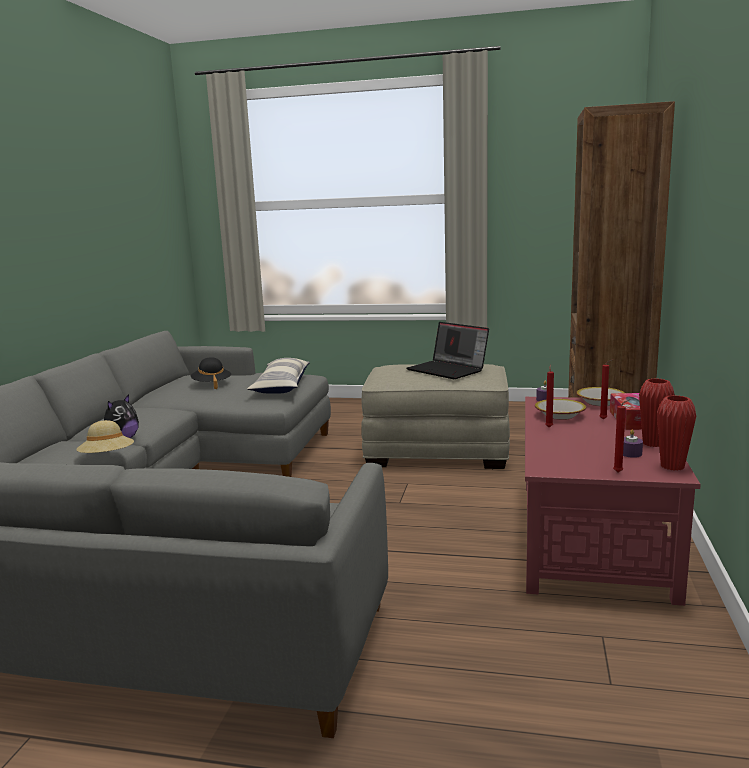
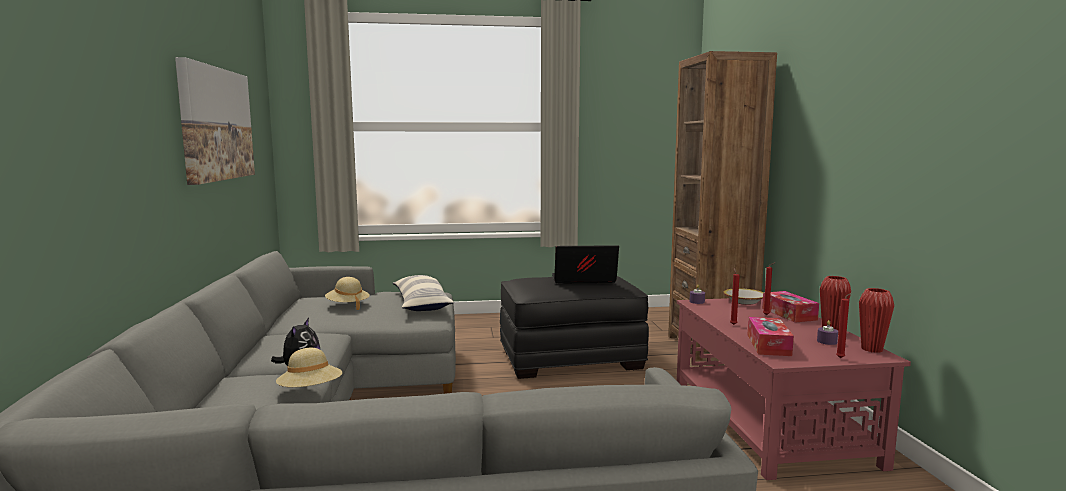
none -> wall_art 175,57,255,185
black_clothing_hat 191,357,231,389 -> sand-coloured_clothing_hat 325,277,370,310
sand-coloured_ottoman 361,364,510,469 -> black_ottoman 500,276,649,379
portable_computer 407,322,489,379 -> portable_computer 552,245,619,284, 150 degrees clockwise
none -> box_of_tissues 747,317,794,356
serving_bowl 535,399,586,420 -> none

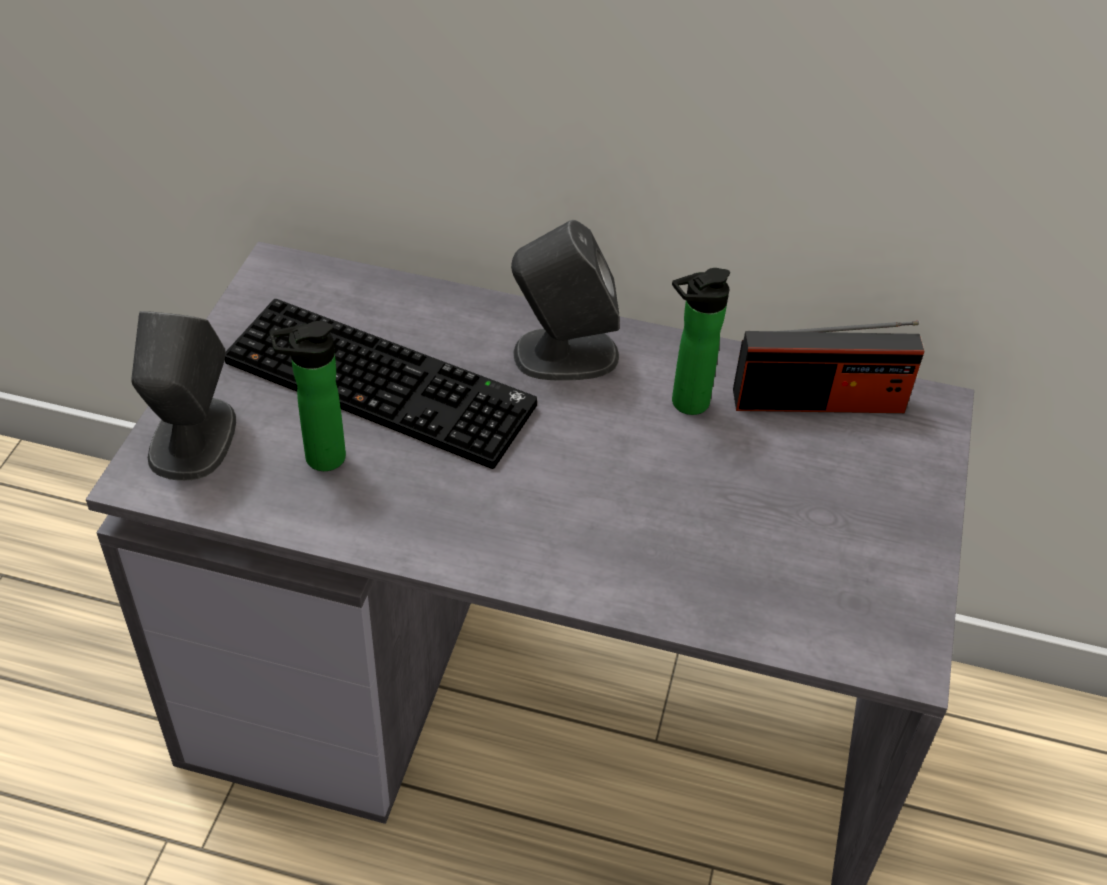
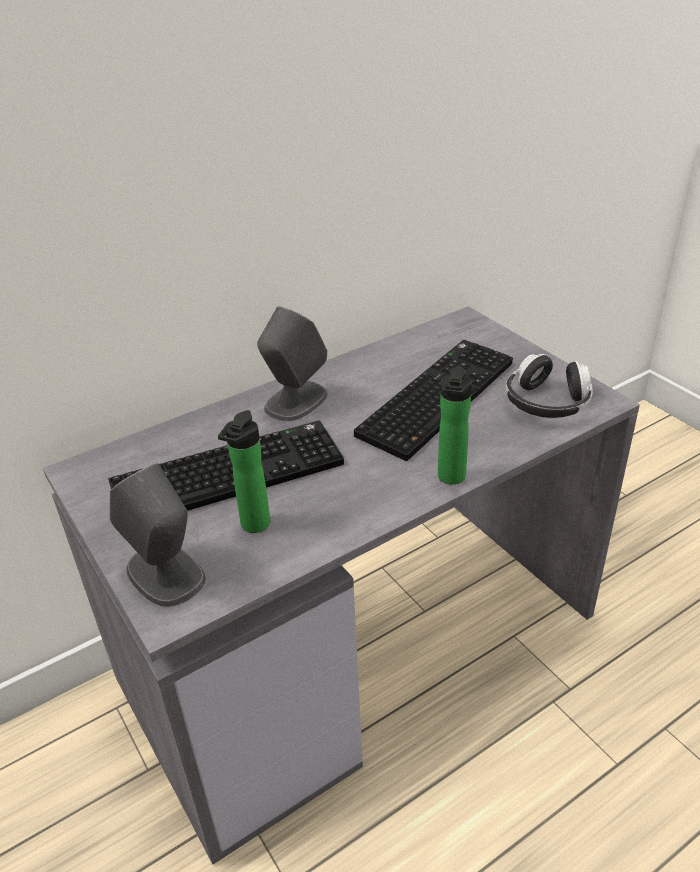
none -> computer_keyboard 354,340,513,461
bottle 672,268,730,415 -> bottle 438,365,472,484, relocated
none -> headphones 506,354,593,418
radio 733,321,924,413 -> none

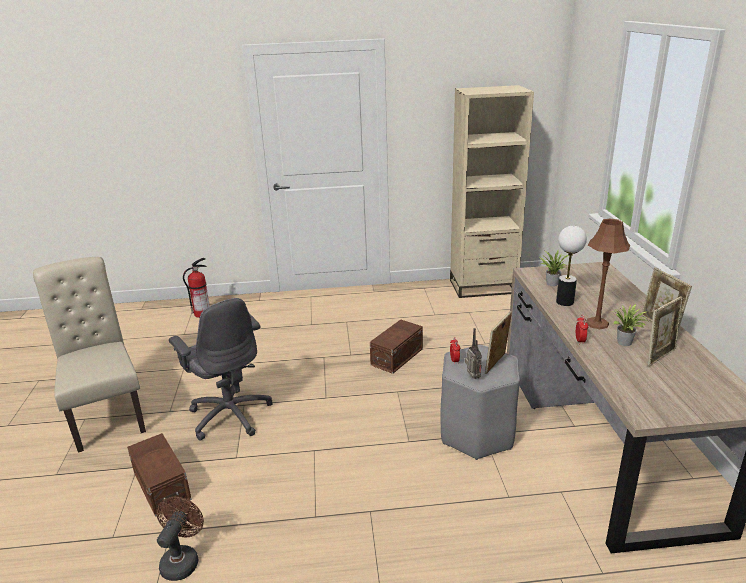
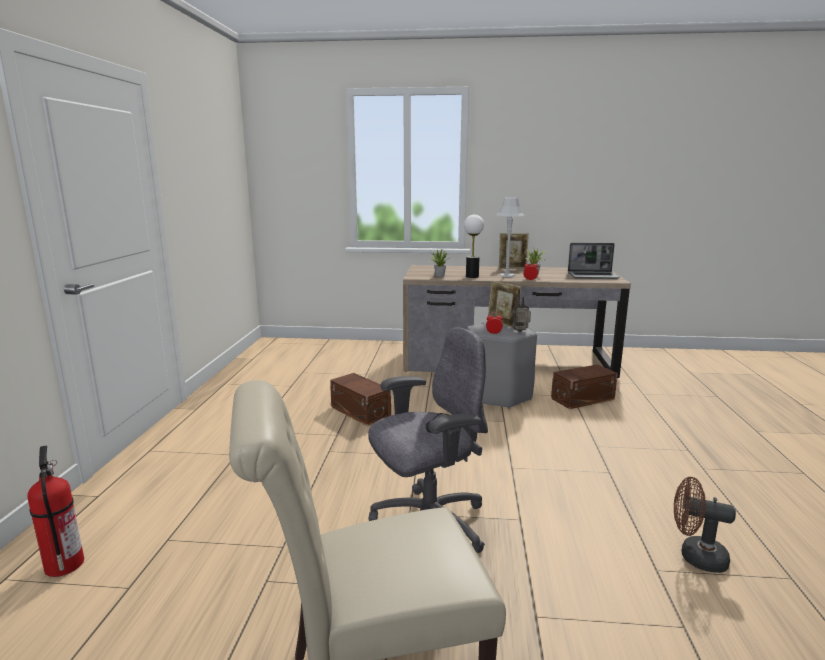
brownish_table_lamp 586,218,630,329 -> greyish_table_lamp 497,198,524,277
brownish_storage_box 127,433,192,517 -> brownish_storage_box 551,364,618,409, relocated
none -> portable_computer 568,243,620,279
sand-coloured_bookshelf 450,85,534,298 -> none
standing_frame 648,296,682,366 -> none

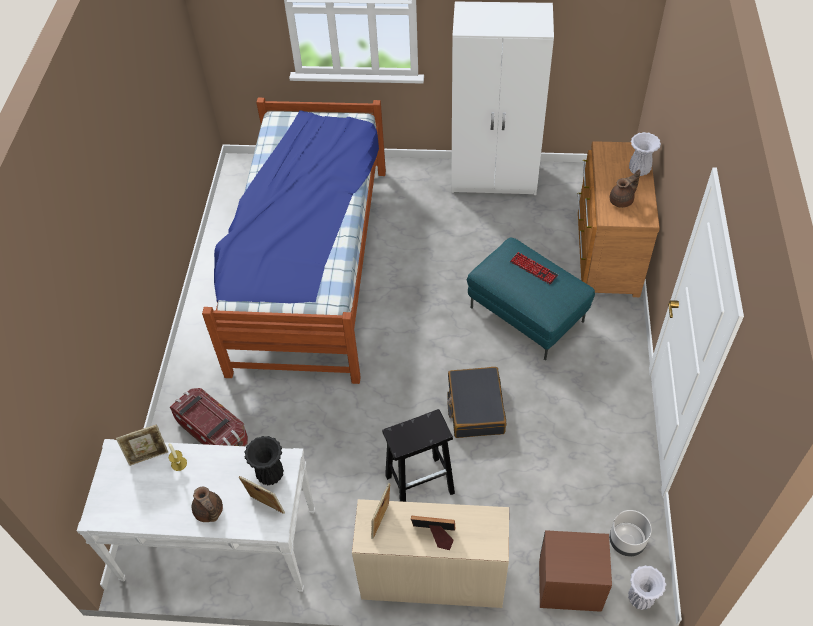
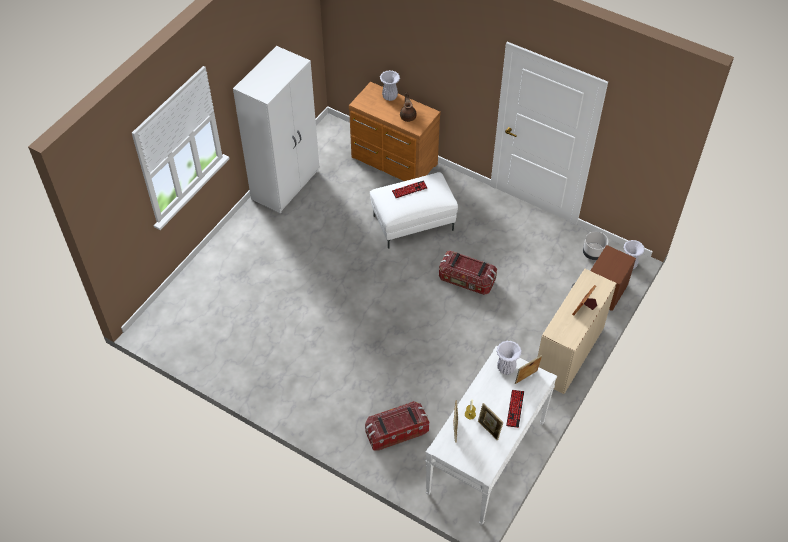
turquoise-coloured_ottoman 467,237,595,360 -> white-coloured_ottoman 370,172,458,249
black_suitcase 447,367,506,438 -> storage_box 439,251,497,295
standing_frame 371,483,390,539 -> standing_frame 478,403,503,441, relocated
black_vase 245,436,284,485 -> white-coloured_vase 496,341,522,375
brownish_tea_pot 192,486,223,522 -> computer_keyboard 506,390,524,428
bed 202,98,386,384 -> none
black_sitting_stool 382,409,455,502 -> none

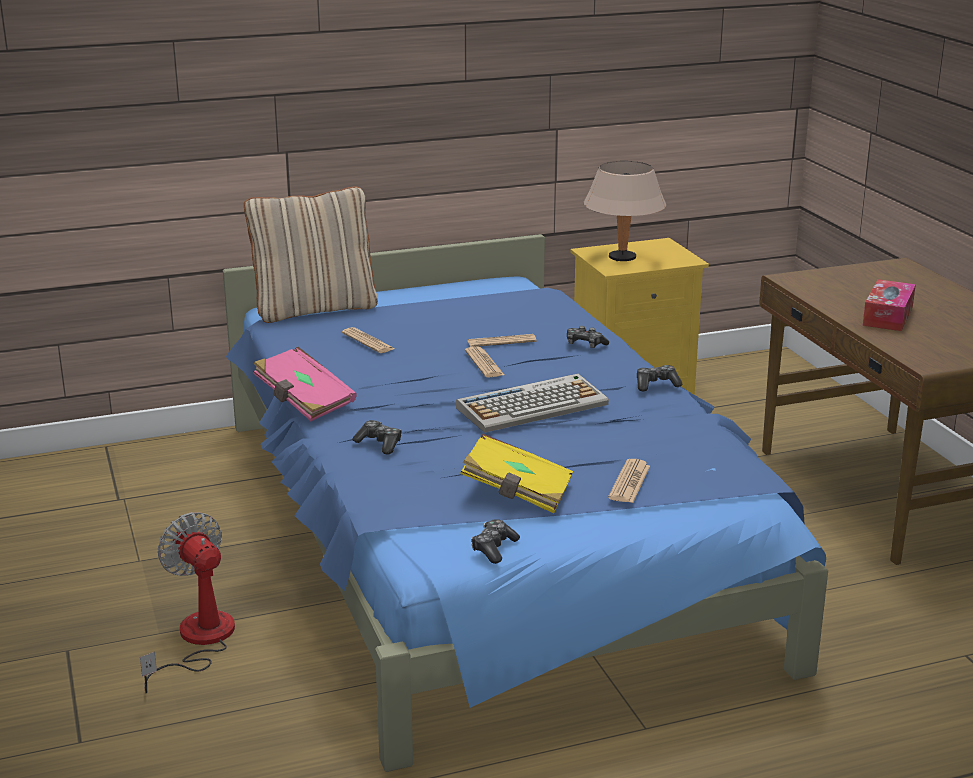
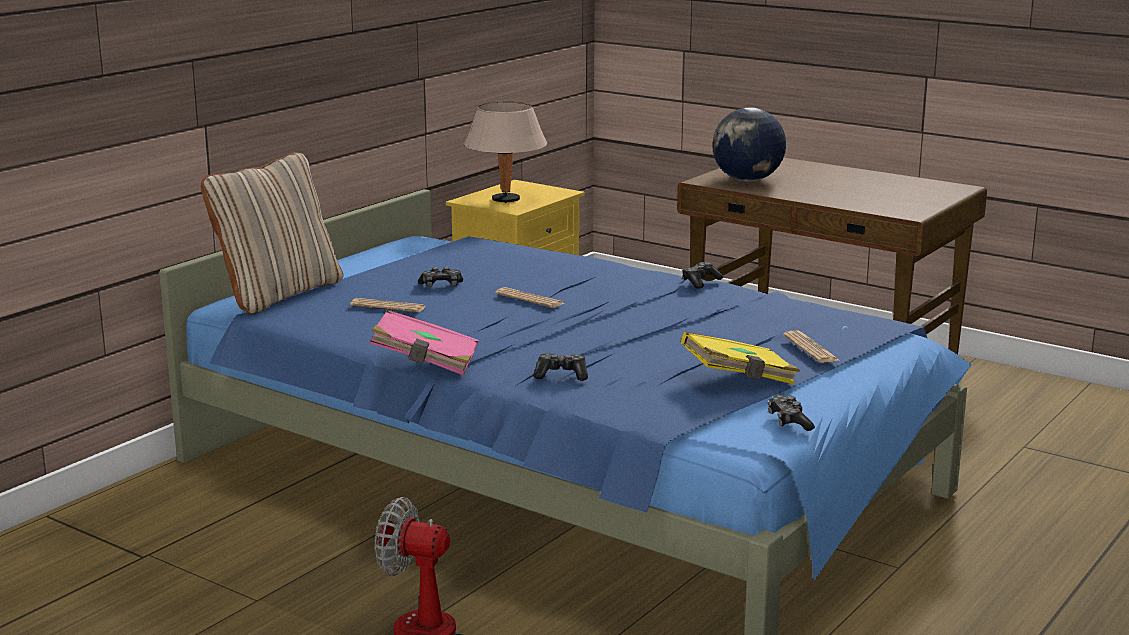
game_controller 567,326,609,348 -> game_controller 418,266,463,287, relocated
none -> desk_globe 712,108,786,181
computer_keyboard 456,373,609,433 -> none
printed_paper 468,334,536,347 -> none
box_of_tissues 863,279,916,331 -> none

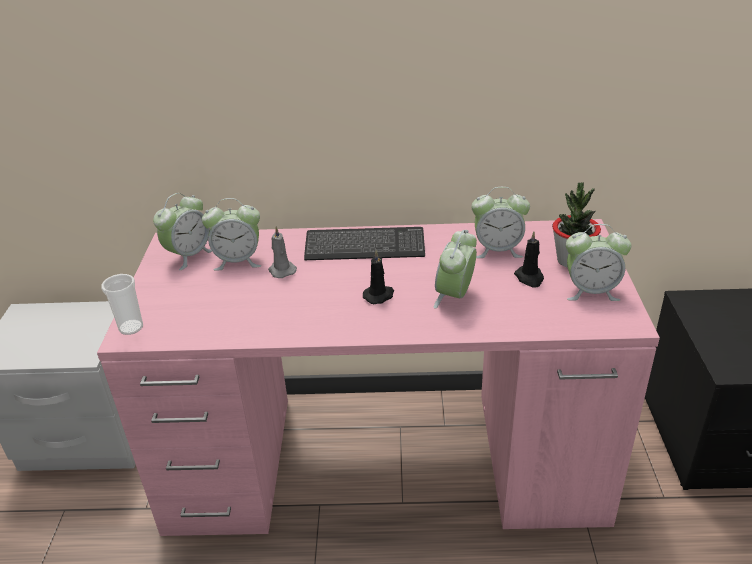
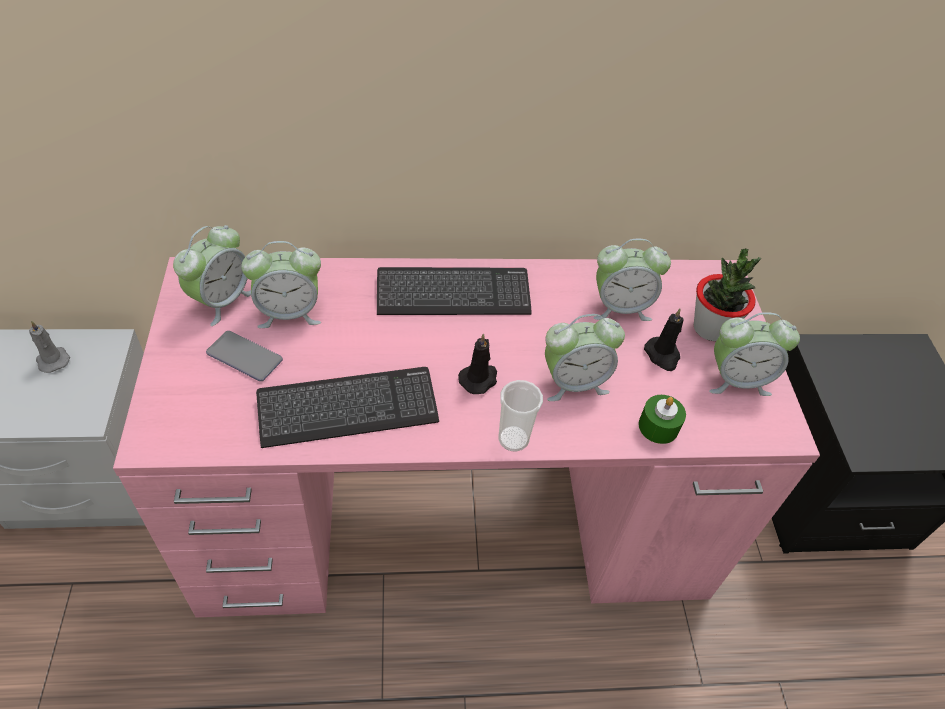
greyish_wax_candle 268,226,297,278 -> greyish_wax_candle 29,320,70,373, relocated
none -> telephone 206,331,283,381
none -> computer_keyboard 256,367,439,448
drinking_cup 101,274,143,335 -> drinking_cup 498,380,543,452, relocated
table_clock 433,230,477,309 -> table_clock 545,314,625,401, 120 degrees counterclockwise
none -> green_wax_candle 638,395,686,444

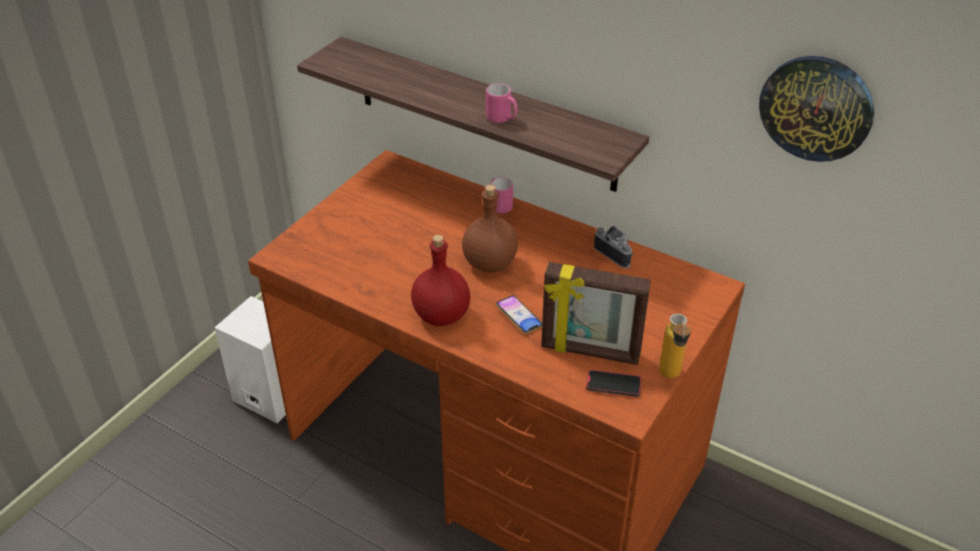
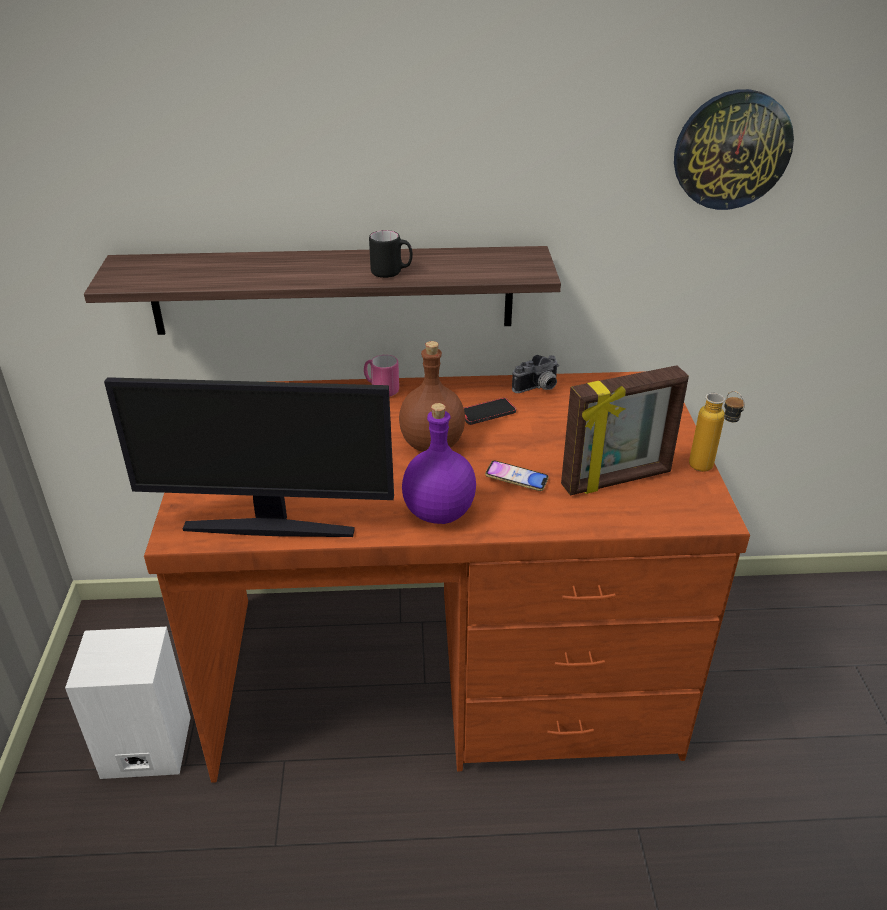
none -> computer_screen 104,377,394,537
pink_mug 486,83,518,123 -> black_mug 369,230,413,278
reddish_bottle 411,235,471,326 -> purple_bottle 402,403,476,524
telephone 586,370,642,397 -> telephone 464,398,516,425, relocated
photo_camera 594,226,633,268 -> photo_camera 512,355,559,393, 135 degrees clockwise

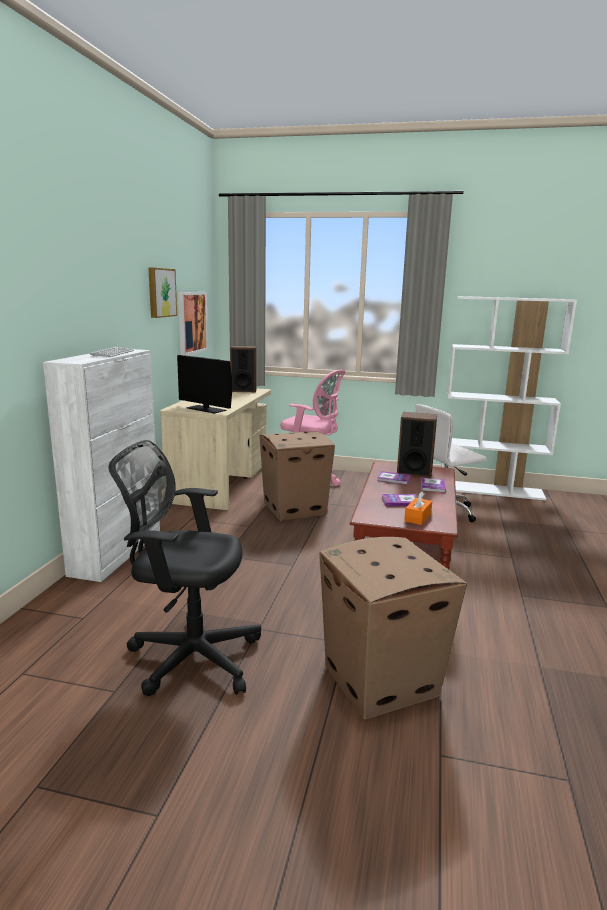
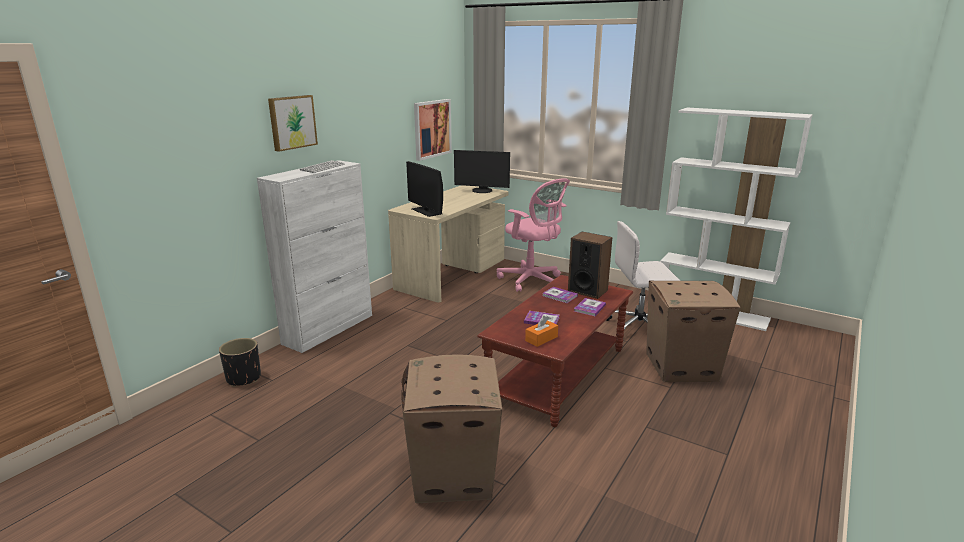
none -> black_plant_pot 219,338,261,387
wall_art 148,268,177,318 -> wall_art 268,95,318,151, relocated
loudspeaker 230,346,257,392 -> computer_screen 454,150,510,193
cardboard_box 259,431,335,521 -> cardboard_box 646,281,740,382, relocated
black_office_chair 109,440,261,696 -> none

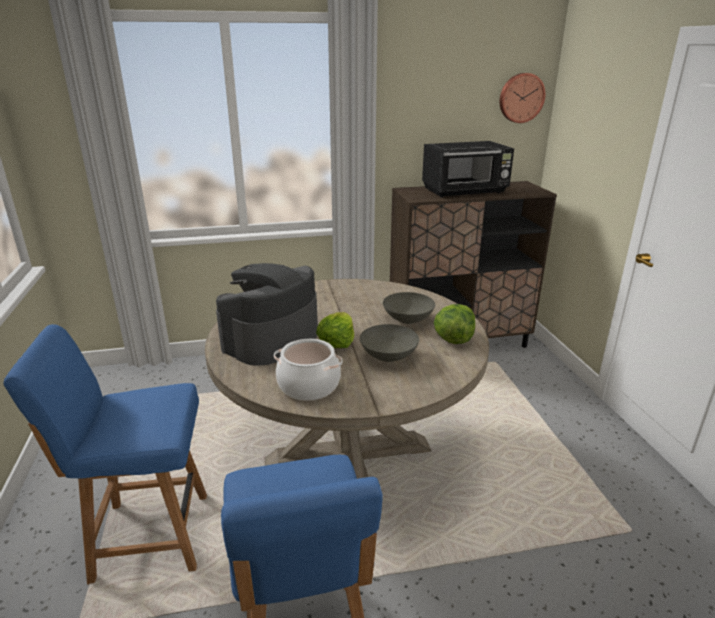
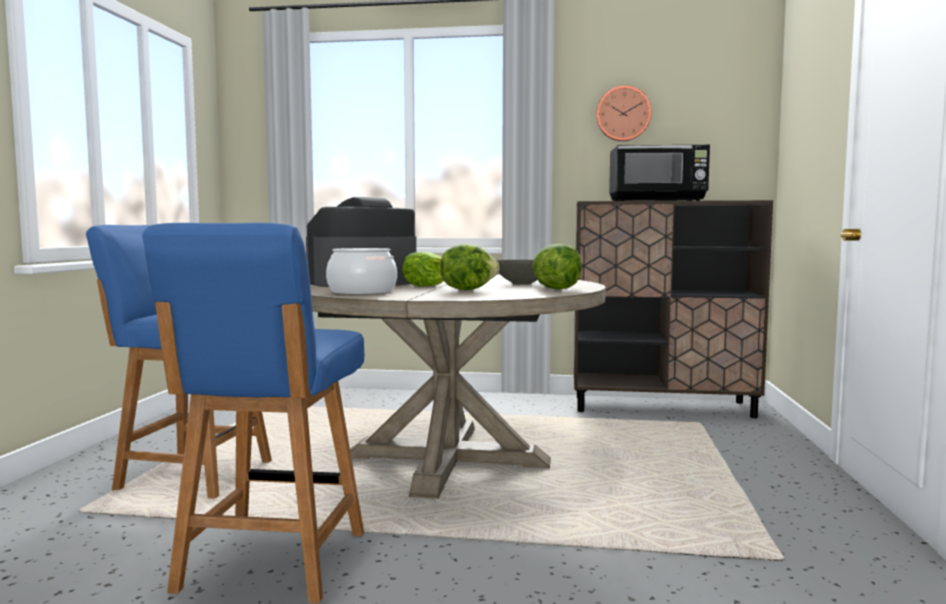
greyish_serving_bowl 360,324,419,362 -> lettuce_head 440,244,499,290
hanging_clock 500,73,545,123 -> hanging_clock 596,85,651,141, relocated

